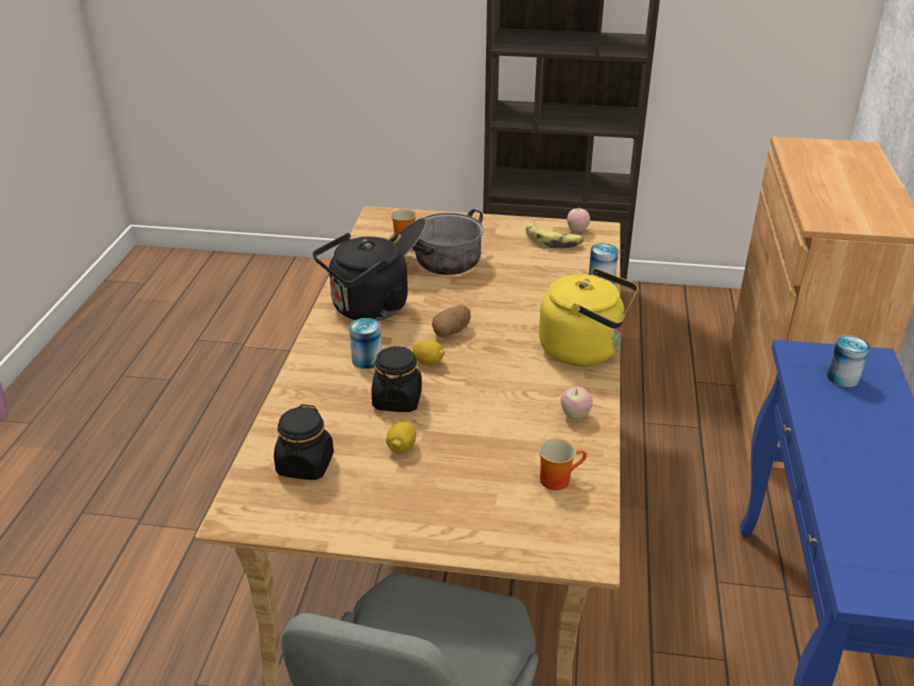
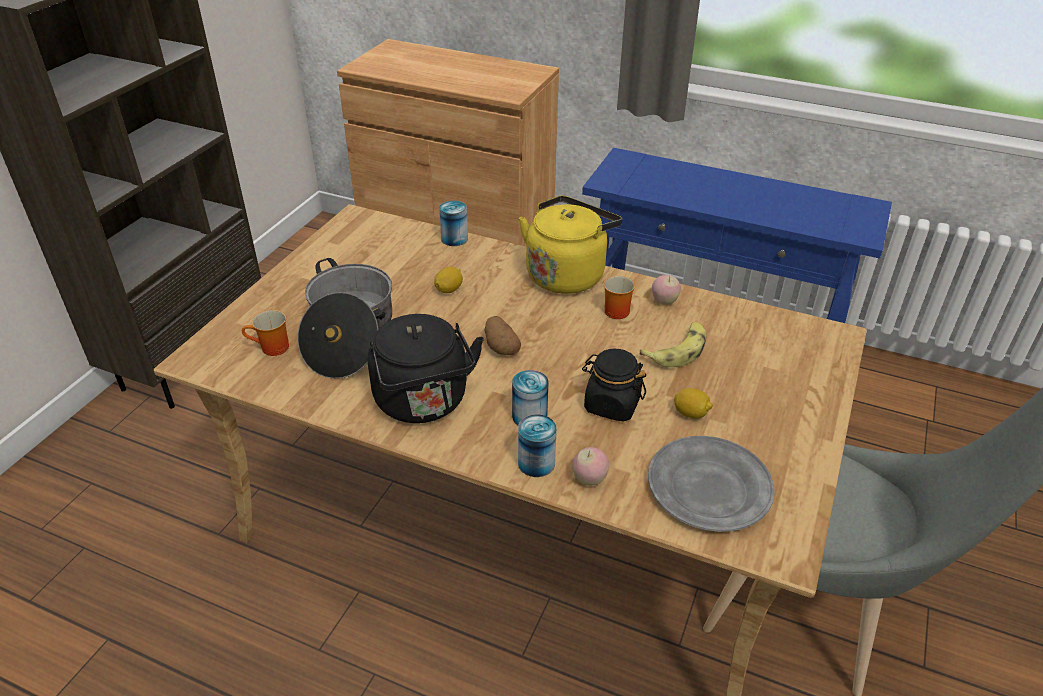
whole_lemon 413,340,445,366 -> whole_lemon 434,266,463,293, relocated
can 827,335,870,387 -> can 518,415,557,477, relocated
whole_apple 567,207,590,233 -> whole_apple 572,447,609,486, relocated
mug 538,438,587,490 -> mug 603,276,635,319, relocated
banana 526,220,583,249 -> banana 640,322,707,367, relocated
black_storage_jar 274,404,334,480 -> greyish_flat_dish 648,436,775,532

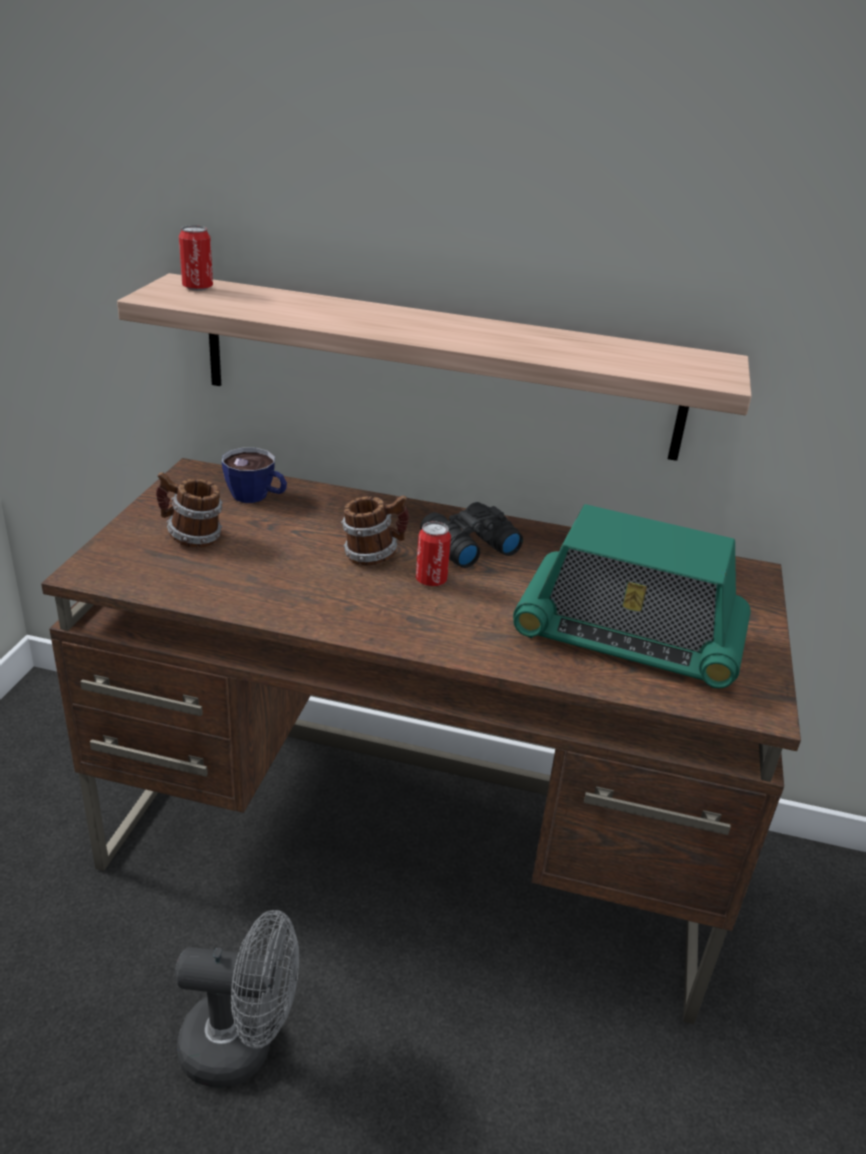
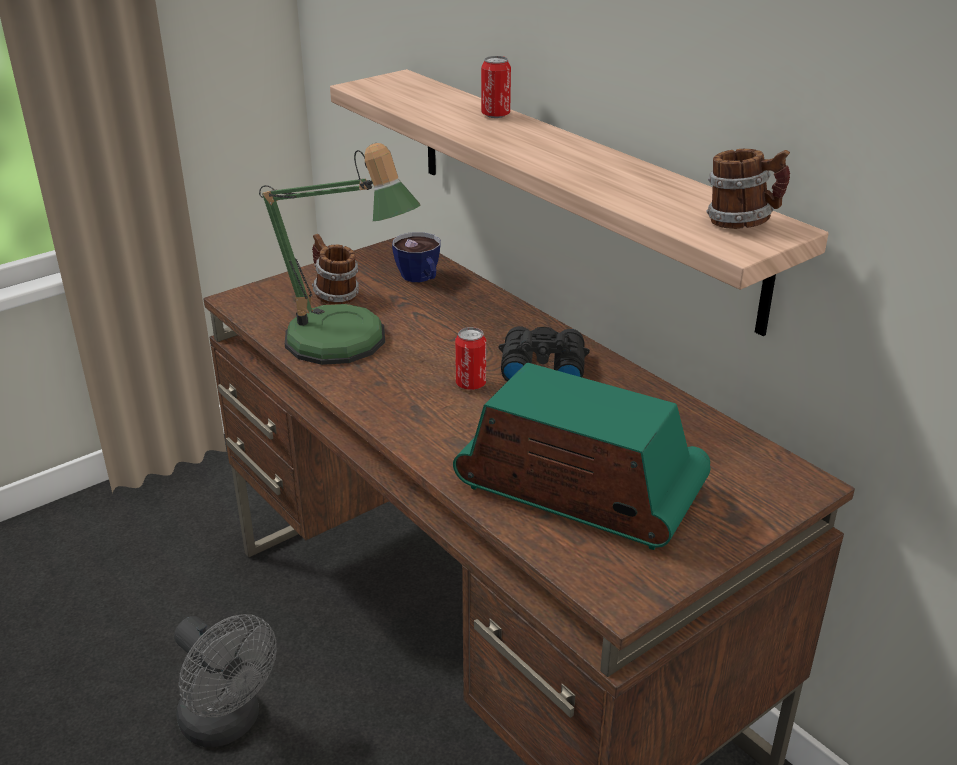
none -> table_lamp 259,143,421,365
radio 513,504,751,688 -> radio 453,363,710,550, 150 degrees clockwise
can 179,225,213,291 -> can 481,56,511,118, relocated
mug 341,495,409,566 -> mug 706,149,790,229, relocated

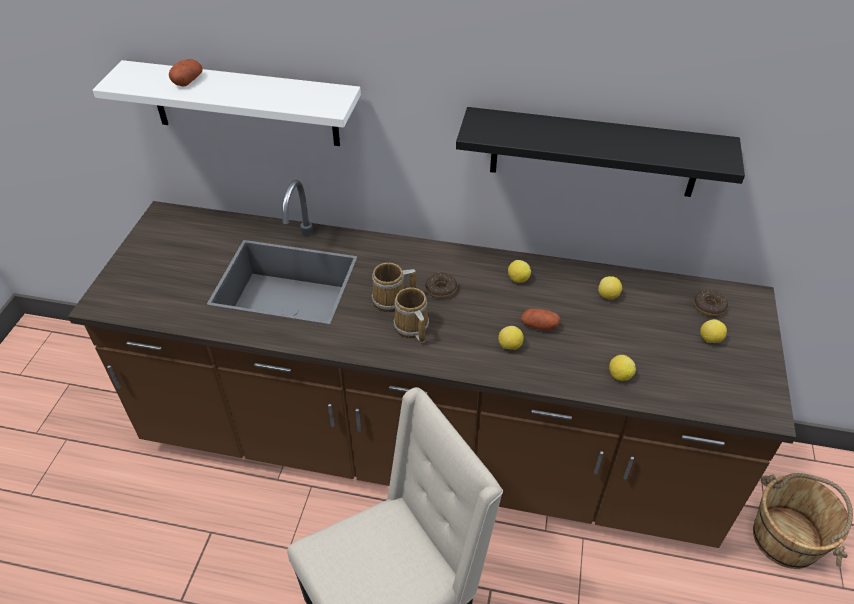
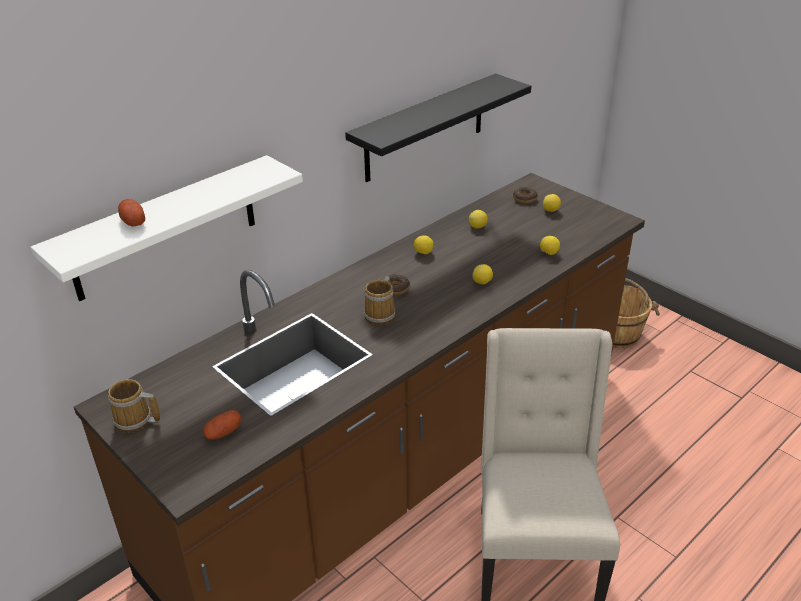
mug 393,287,429,343 -> mug 108,379,160,433, relocated
potato 521,309,561,330 -> potato 203,410,241,440, relocated

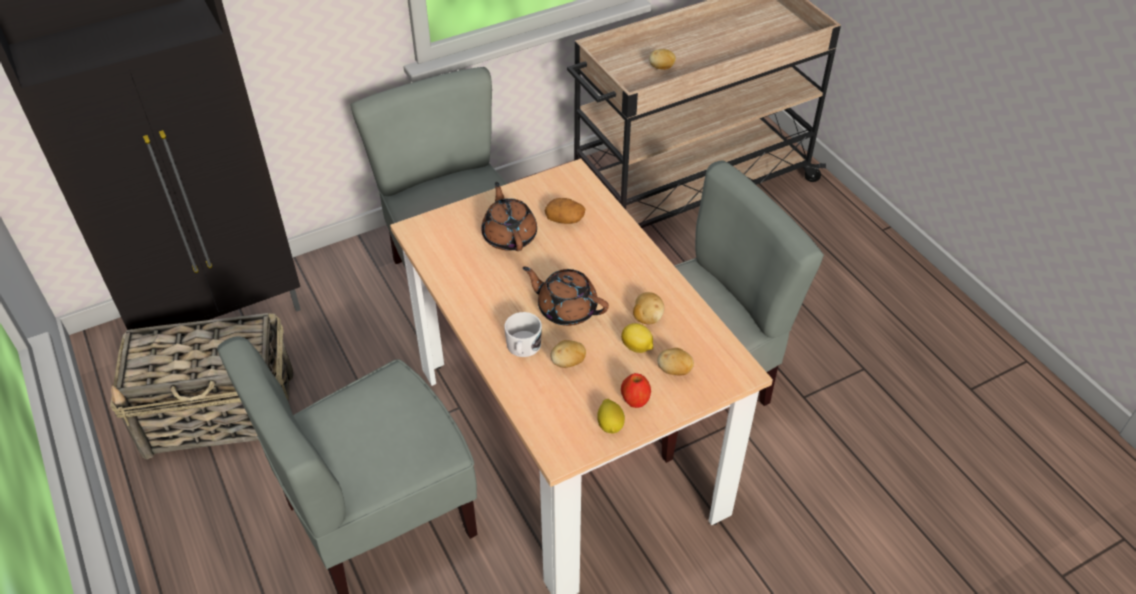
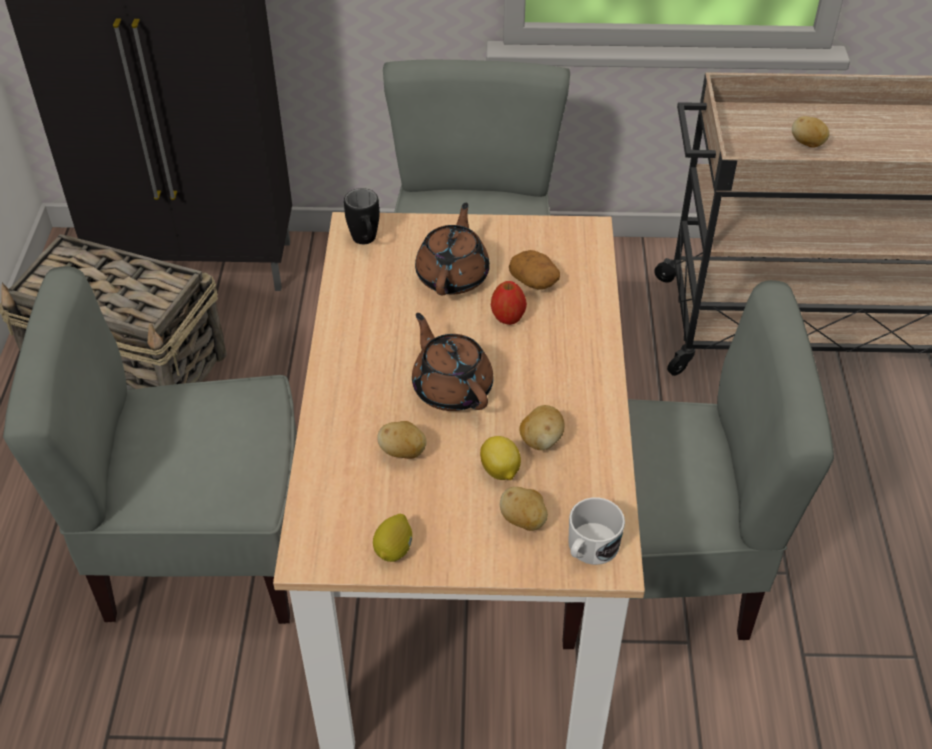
none -> black_mug 344,188,379,244
whole_apple 621,373,651,408 -> whole_apple 491,281,527,325, relocated
white-coloured_mug 504,312,542,357 -> white-coloured_mug 568,497,625,565, relocated

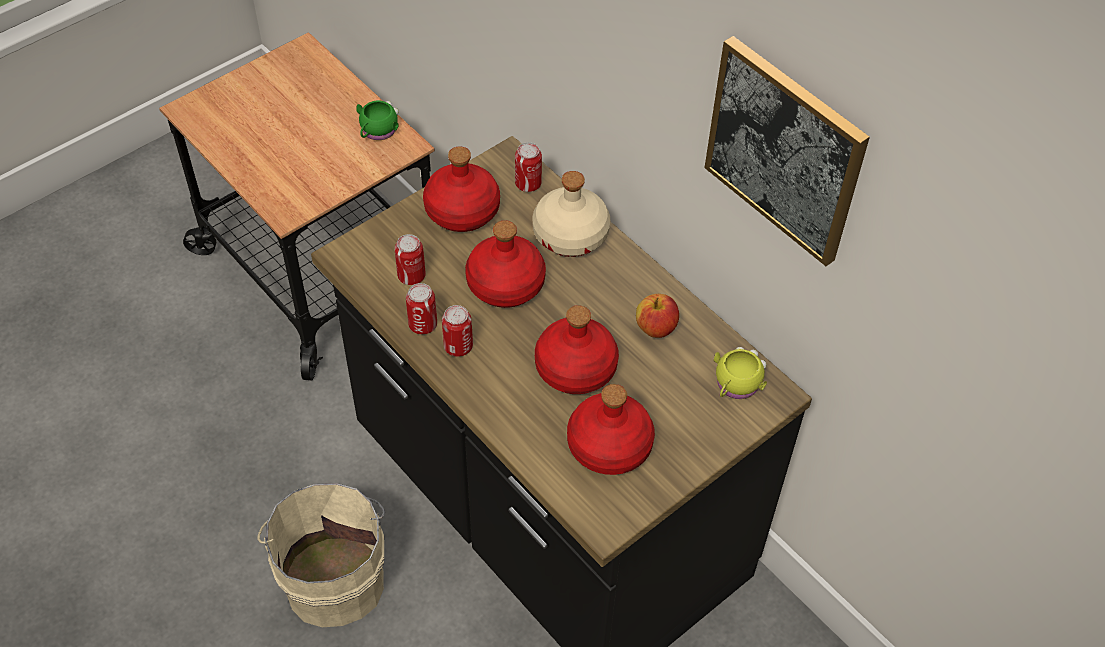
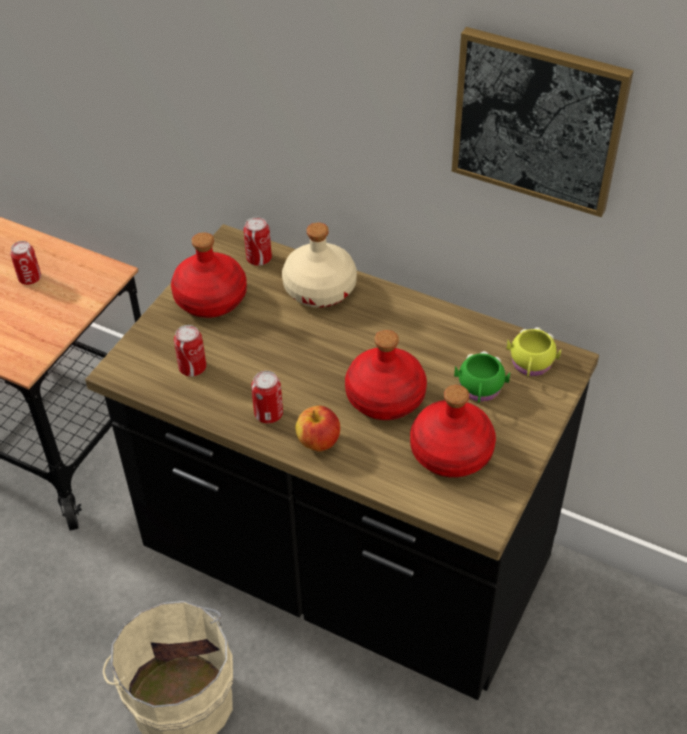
can 406,283,437,335 -> can 10,241,41,285, relocated
whole_apple 636,294,679,338 -> whole_apple 295,406,340,452, relocated
green_mug 356,100,399,140 -> green_mug 454,351,510,403, relocated
reddish_bottle 465,220,546,308 -> none

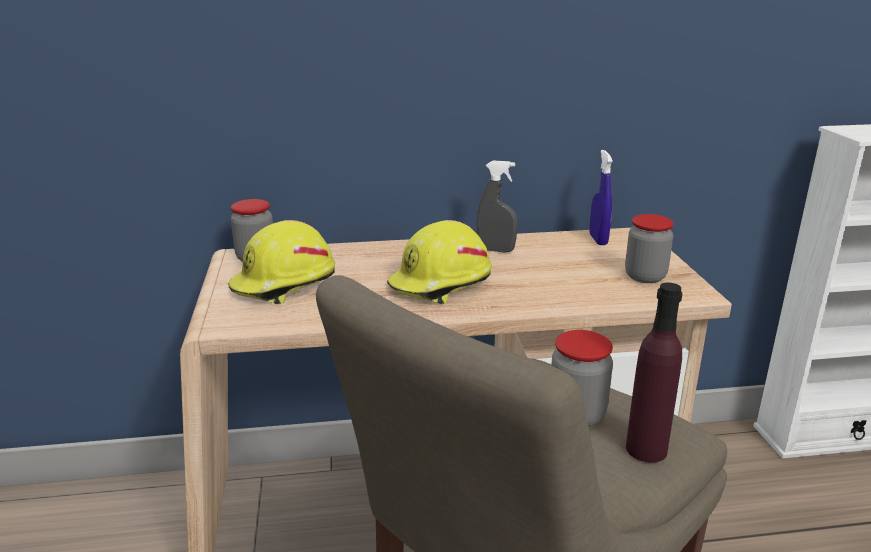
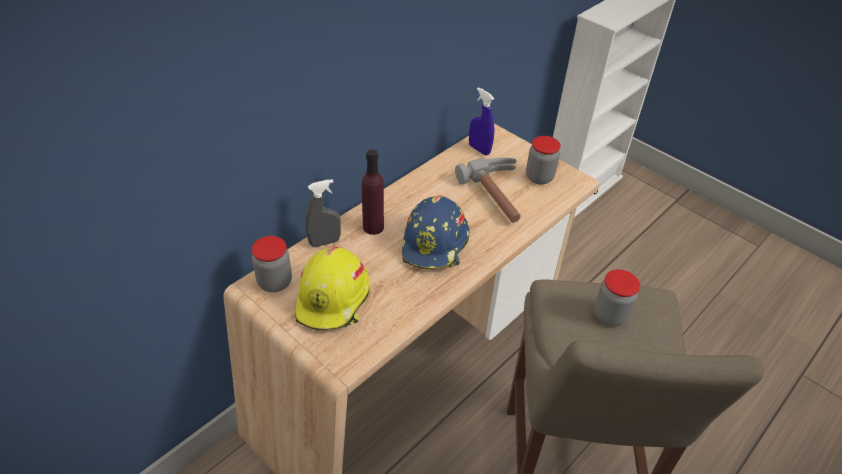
greyish_hand_sprayer 477,160,518,253 -> greyish_hand_sprayer 305,179,341,247, relocated
purple_bottle 626,282,682,463 -> purple_bottle 362,149,384,235, relocated
yellow-coloured_work_helmet 387,220,492,304 -> blue_work_helmet 402,195,469,270
none -> hammer 455,158,521,223

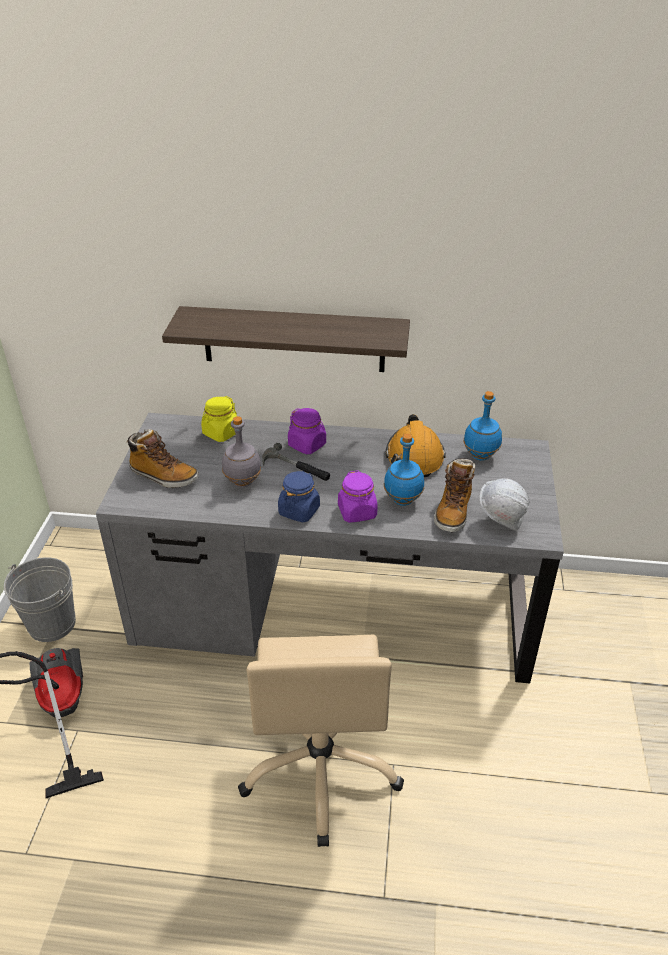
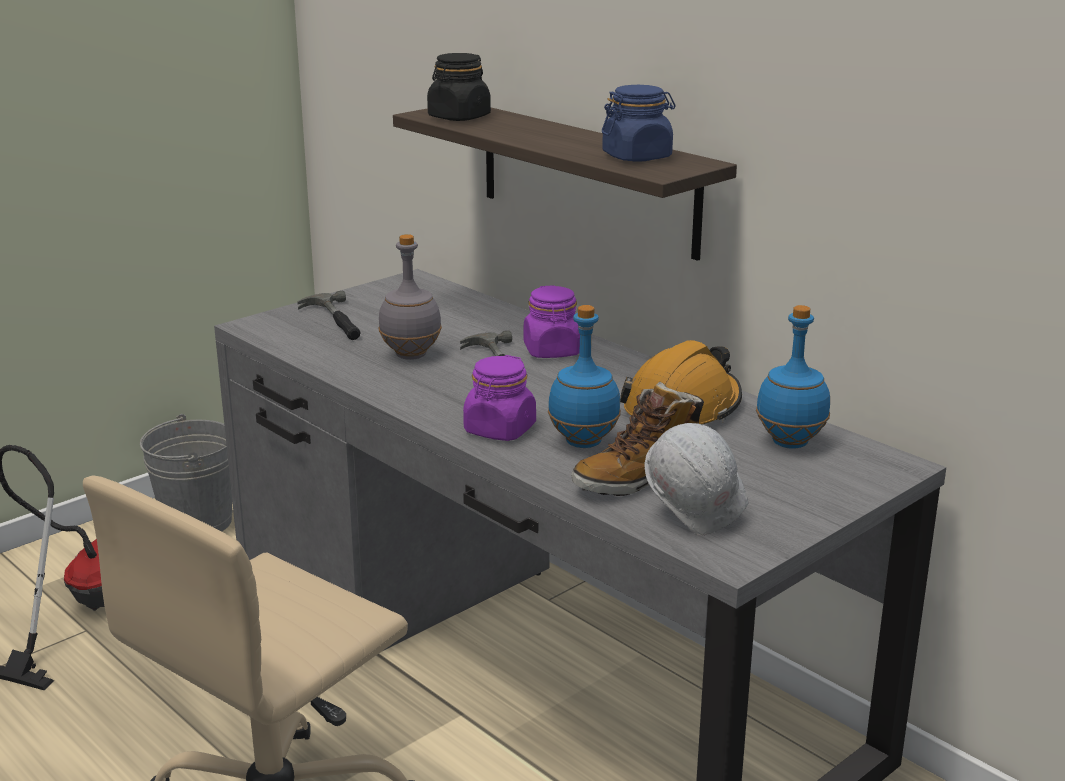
tall_boot 126,429,199,488 -> hammer 297,290,361,340
none -> black_storage_jar 427,53,491,121
blue_storage_jar 278,471,320,522 -> blue_storage_jar 602,85,675,162, relocated
yellow-coloured_storage_jar 201,396,237,442 -> none

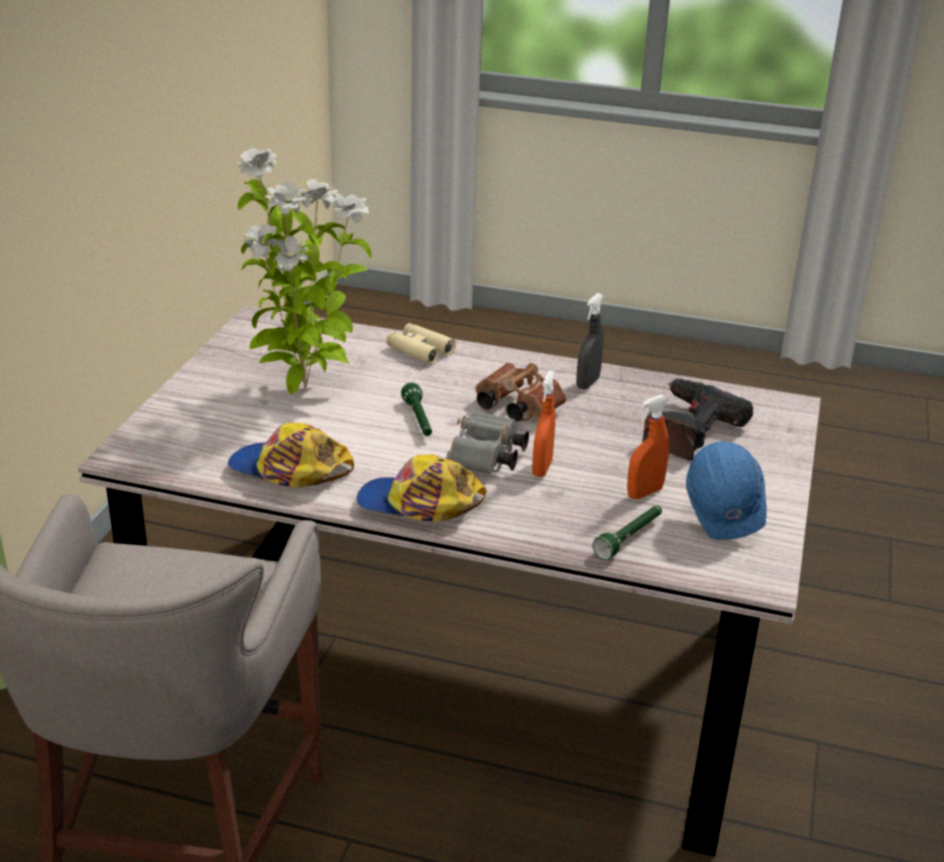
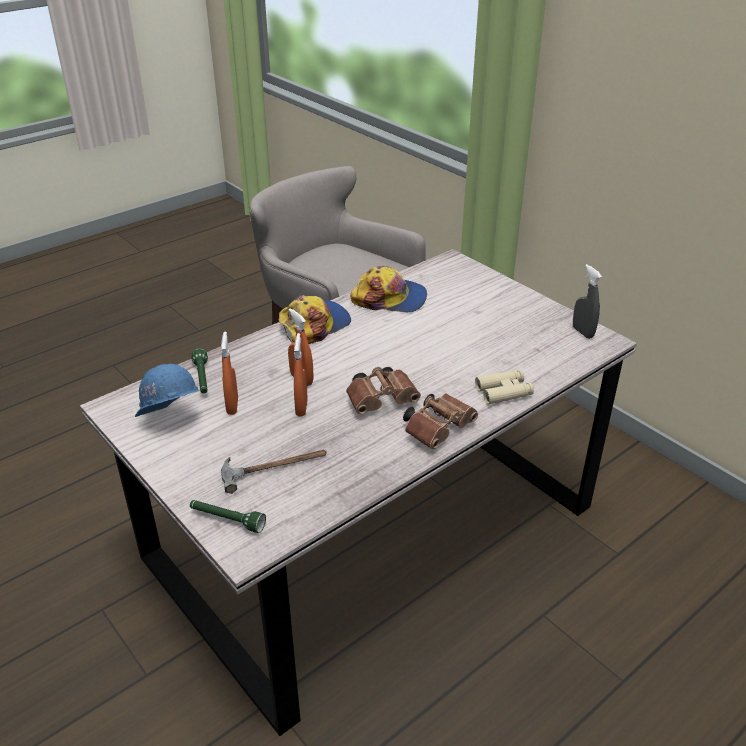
green_torch 401,382,432,436 -> green_torch 190,500,266,533, relocated
electric_drill 643,379,754,461 -> hammer 221,449,327,494
none -> orange-coloured_hand_sprayer 294,333,308,417
peaked_cap 228,423,354,488 -> peaked_cap 350,266,427,312, 45 degrees clockwise
none -> brownish_pair_of_binoculars 403,393,478,449
greyish_hand_sprayer 576,293,604,389 -> greyish_hand_sprayer 573,264,602,339, relocated
houseplant 236,148,372,394 -> none
greyish_pair_of_binoculars 446,410,529,474 -> none

